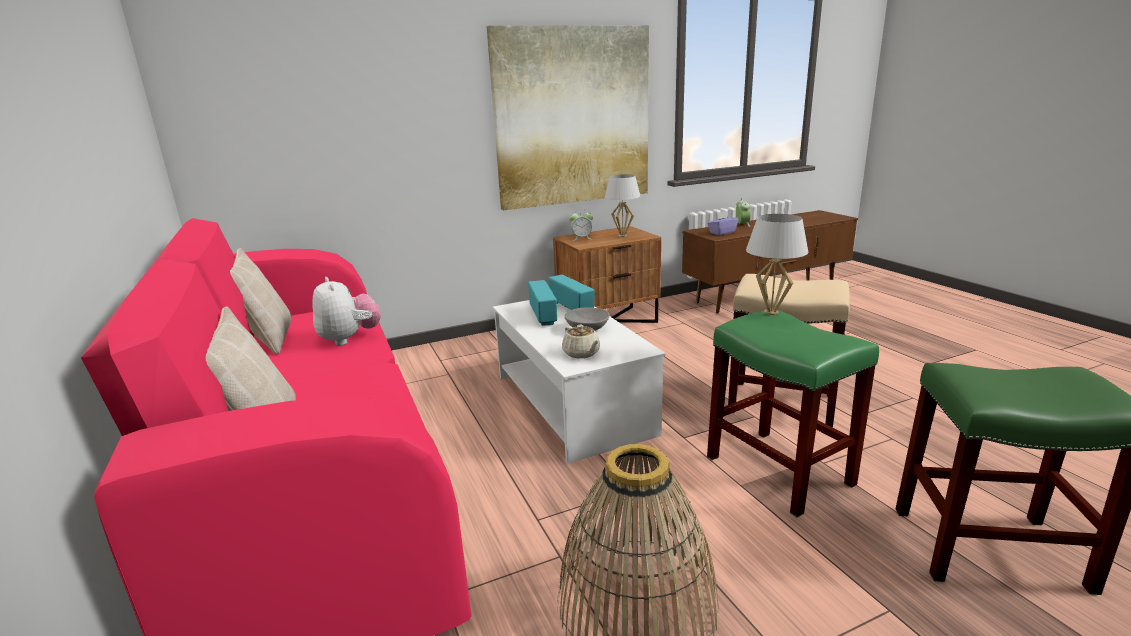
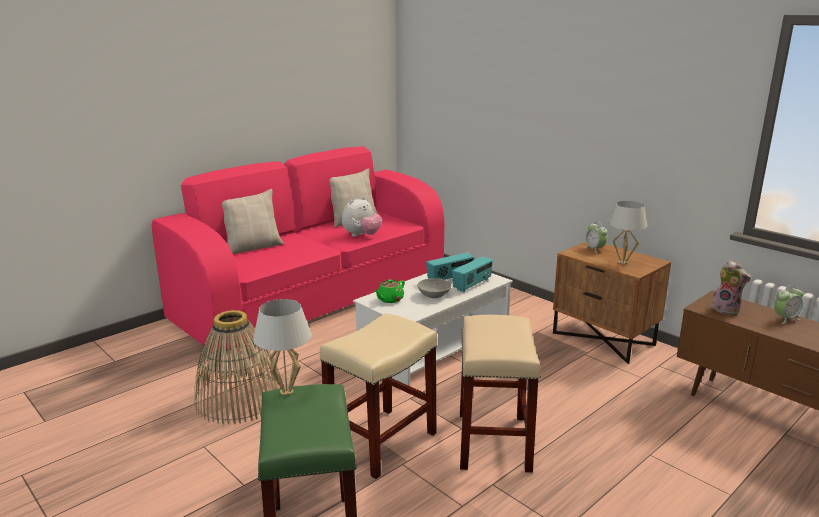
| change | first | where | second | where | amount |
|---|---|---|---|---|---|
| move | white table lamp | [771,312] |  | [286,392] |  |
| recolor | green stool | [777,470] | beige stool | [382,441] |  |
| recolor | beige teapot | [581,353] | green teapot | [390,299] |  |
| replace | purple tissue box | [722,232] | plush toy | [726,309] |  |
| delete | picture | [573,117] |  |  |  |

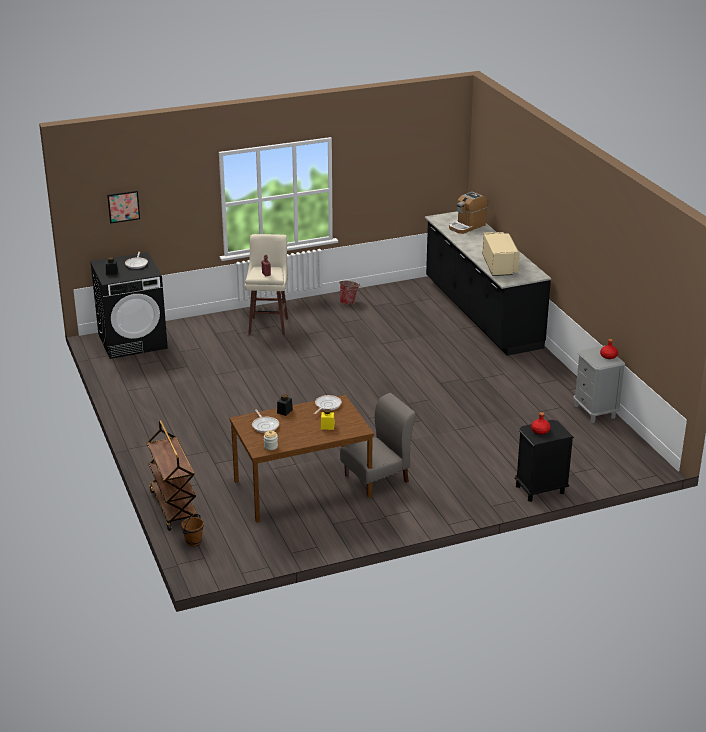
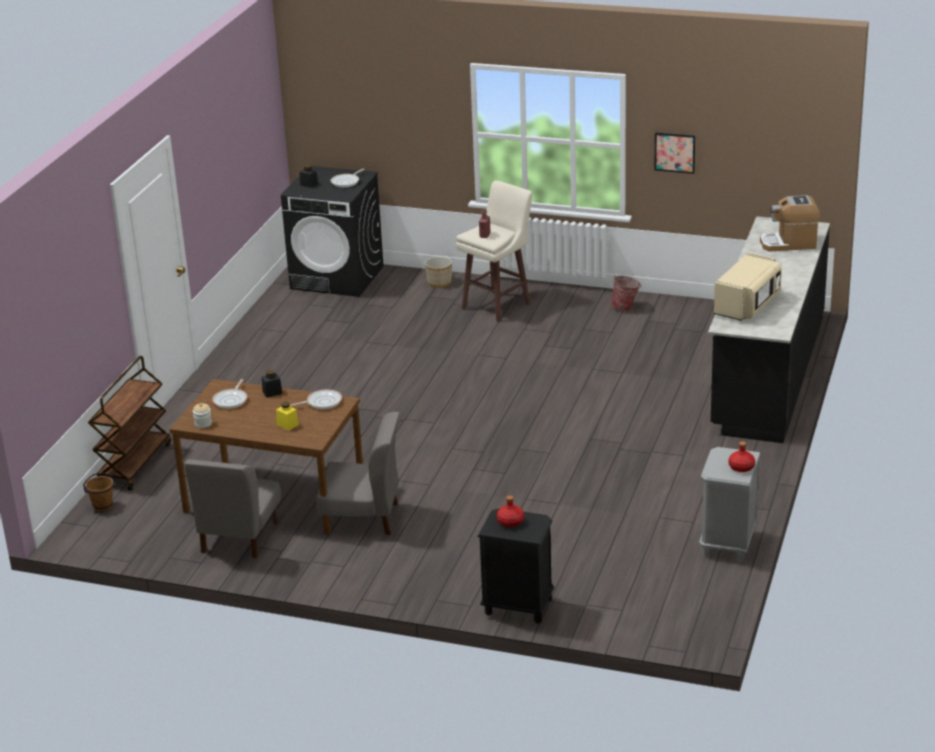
| change | first | where | second | where | amount |
|---|---|---|---|---|---|
| insert |  |  | grey chair | [239,537] |  |
| insert |  |  | planter | [439,283] |  |
| move | picture | [123,206] |  | [674,152] |  |

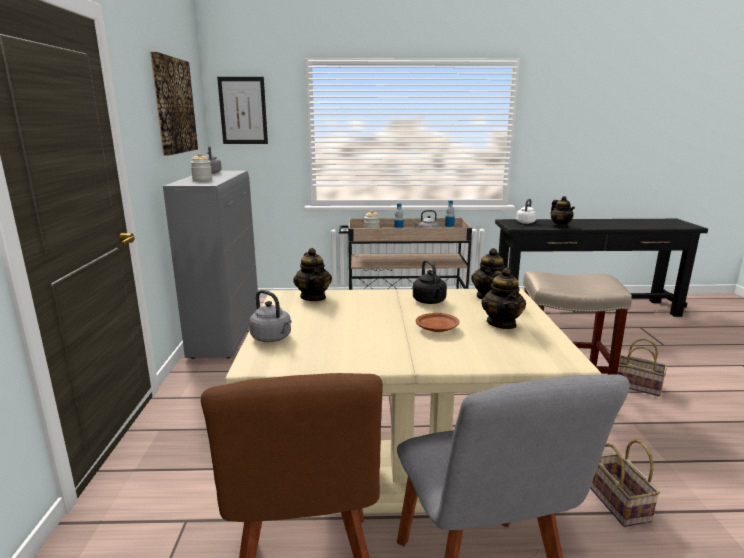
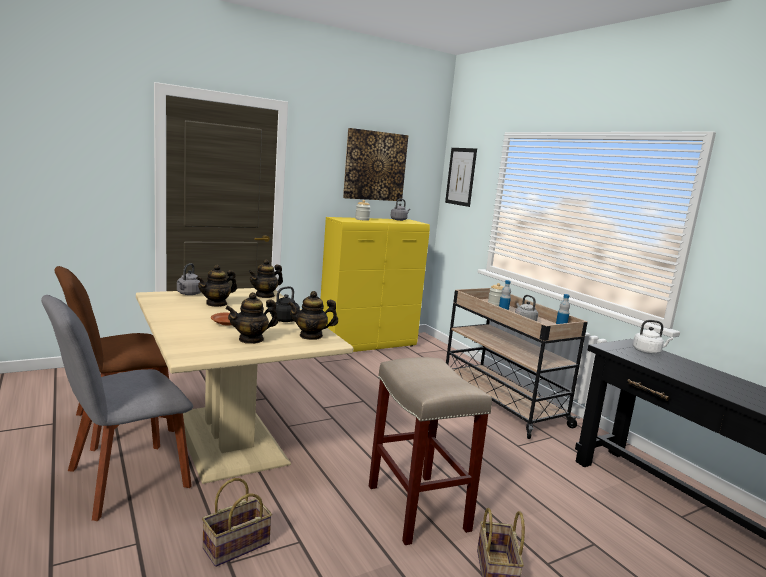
| change | first | where | second | where | amount |
|---|---|---|---|---|---|
| move | teapot | [560,227] |  | [216,304] |  |
| recolor | grey cabinet | [226,332] | yellow cabinet | [368,345] |  |

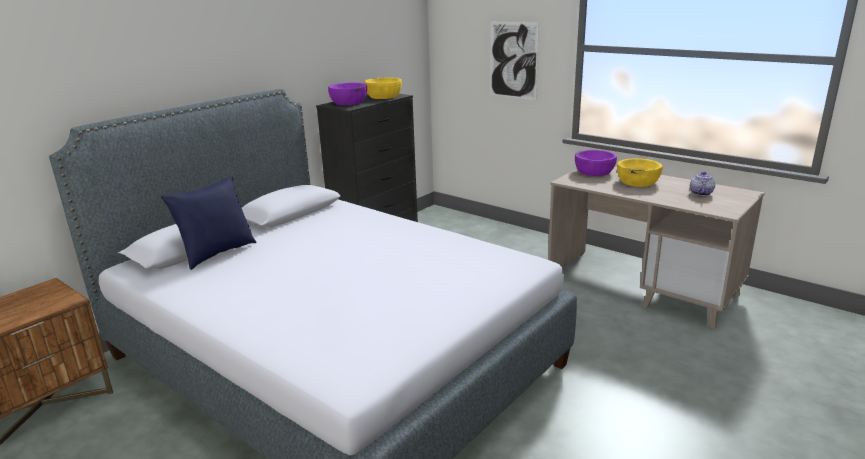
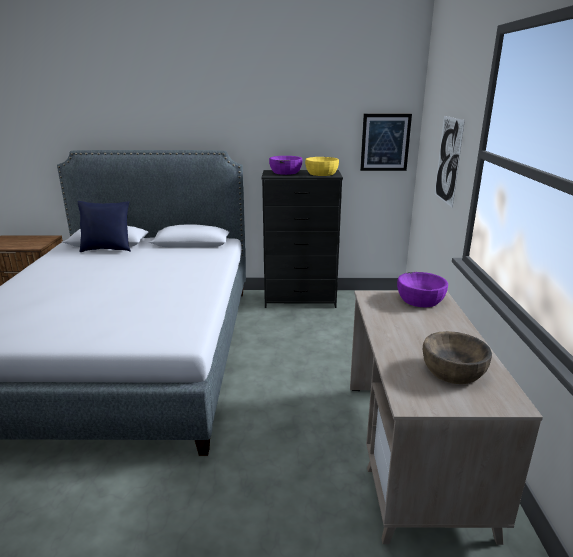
| change | first | where | second | where | amount |
|---|---|---|---|---|---|
| insert |  |  | picture | [385,142] |  |
| replace | teapot | [700,193] | brown bowl | [453,370] |  |
| delete | yellow bowl | [638,182] |  |  |  |

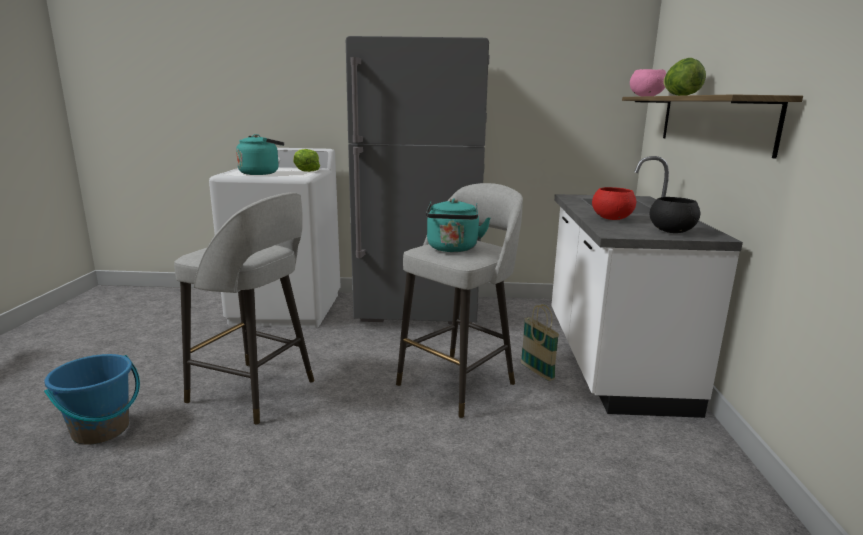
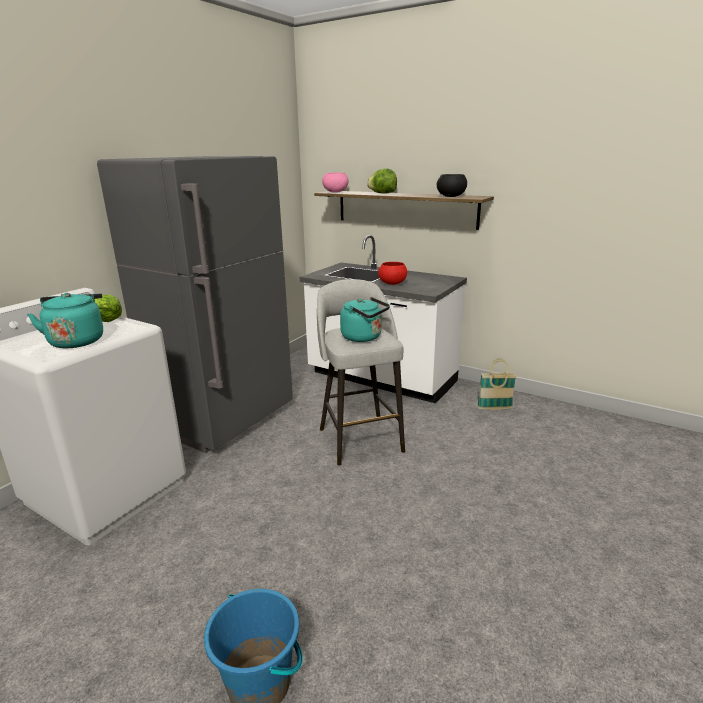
| change | first | where | second | where | amount |
|---|---|---|---|---|---|
| move | black bowl | [671,231] |  | [451,196] |  |
| move | basket | [537,372] |  | [494,408] |  |
| delete | grey stool | [255,392] |  |  |  |

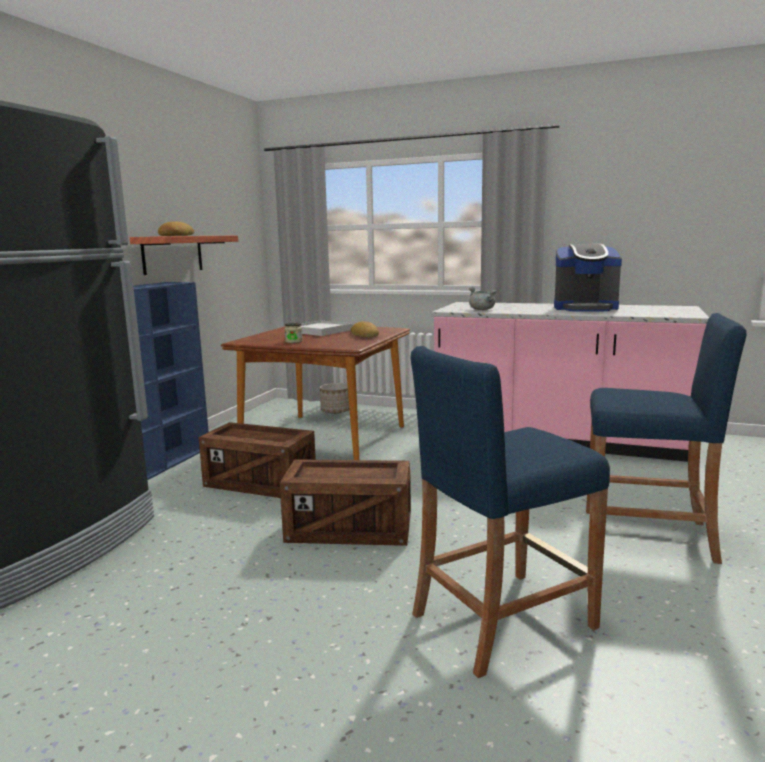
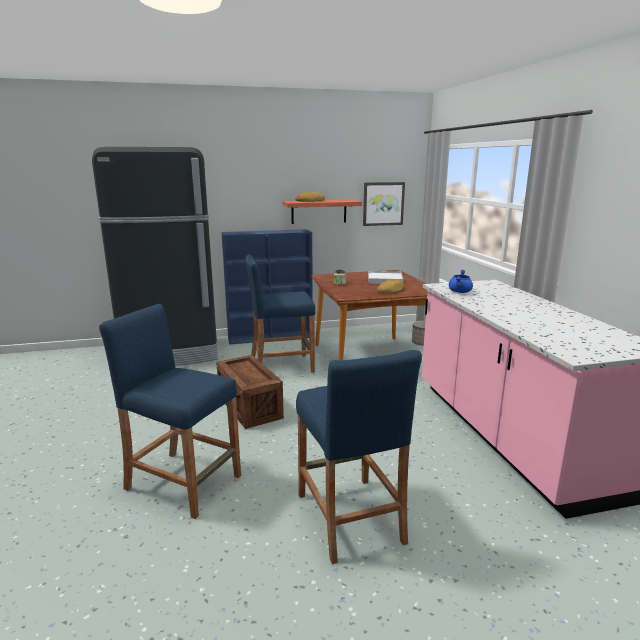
| change | first | where | second | where | amount |
|---|---|---|---|---|---|
| replace | crate | [260,484] | blue stool | [281,366] |  |
| insert |  |  | picture | [383,204] |  |
| recolor | grey cooking pot | [482,309] | blue cooking pot | [460,292] |  |
| delete | coffee machine | [585,308] |  |  |  |

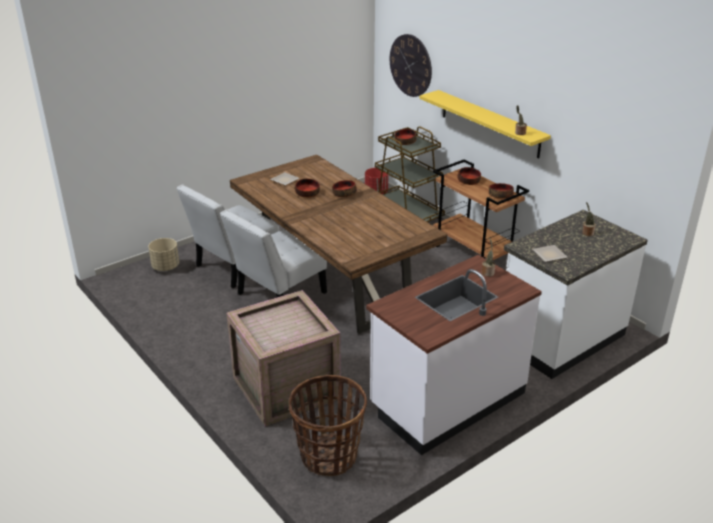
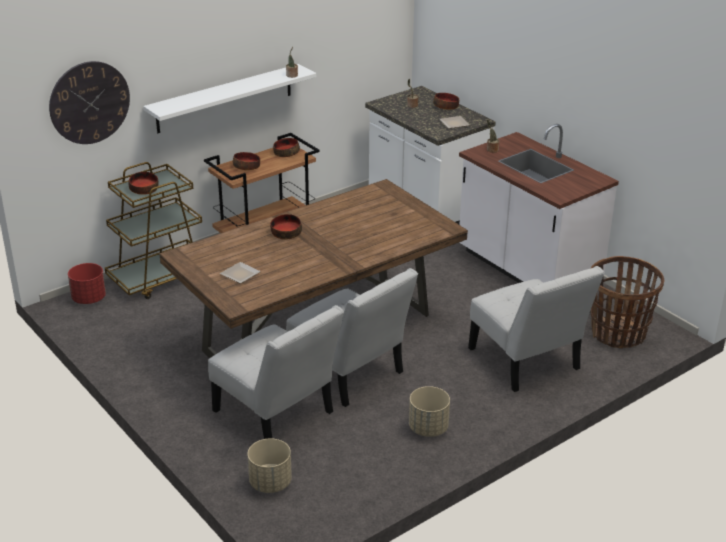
| change | first | where | second | where | amount |
|---|---|---|---|---|---|
| recolor | yellow shelf | [490,123] | white shelf | [225,98] |  |
| insert |  |  | beige planter | [428,428] |  |
| move | bowl | [307,193] |  | [446,107] |  |
| replace | crate | [284,387] | white chair | [527,362] |  |

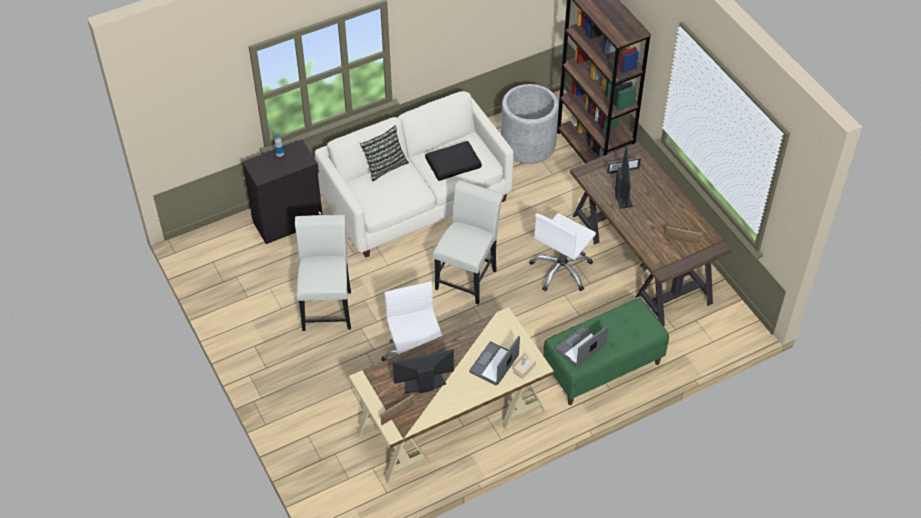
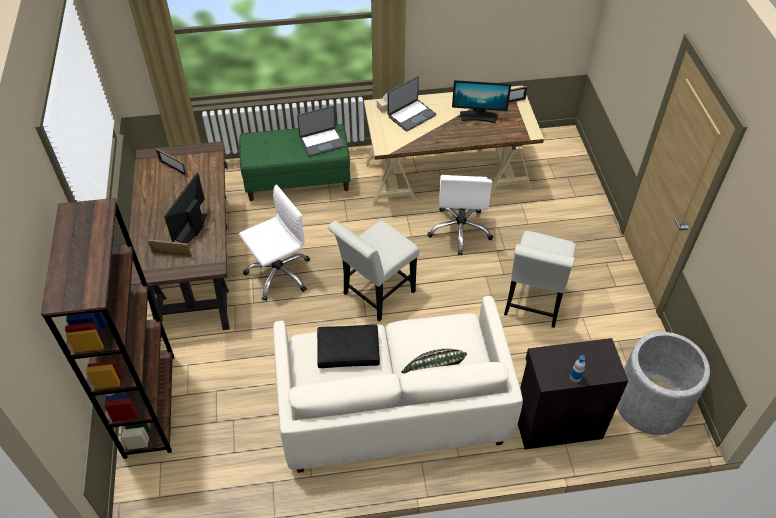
| change | first | where | second | where | amount |
|---|---|---|---|---|---|
| move | grey planter | [528,144] |  | [650,403] |  |

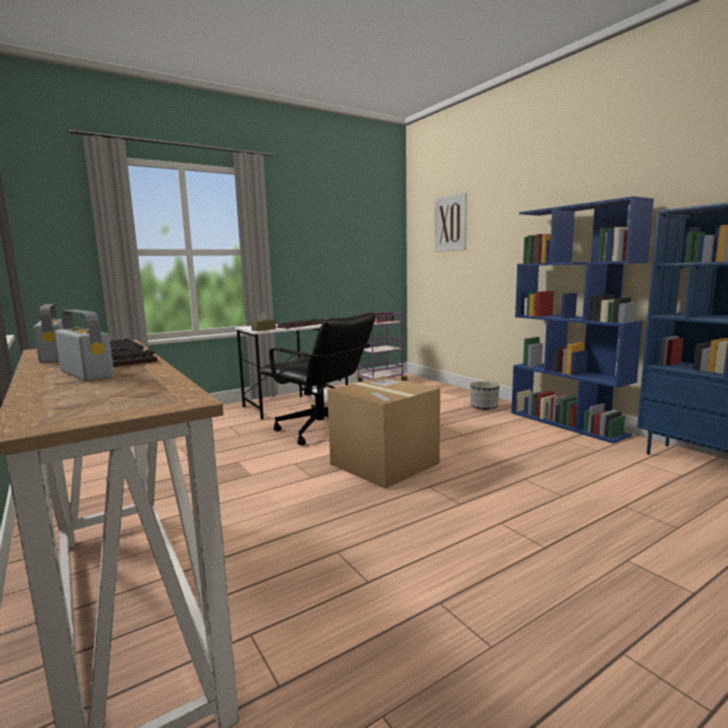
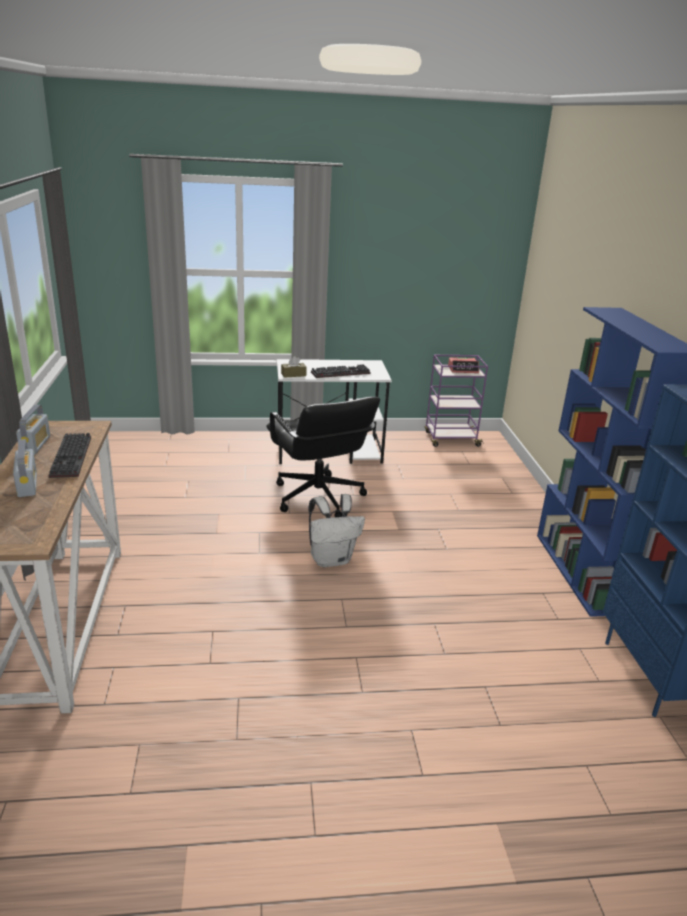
| change | first | where | second | where | amount |
|---|---|---|---|---|---|
| replace | cardboard box | [384,463] | white backpack | [332,559] |  |
| delete | picture | [450,223] |  |  |  |
| delete | planter | [483,407] |  |  |  |

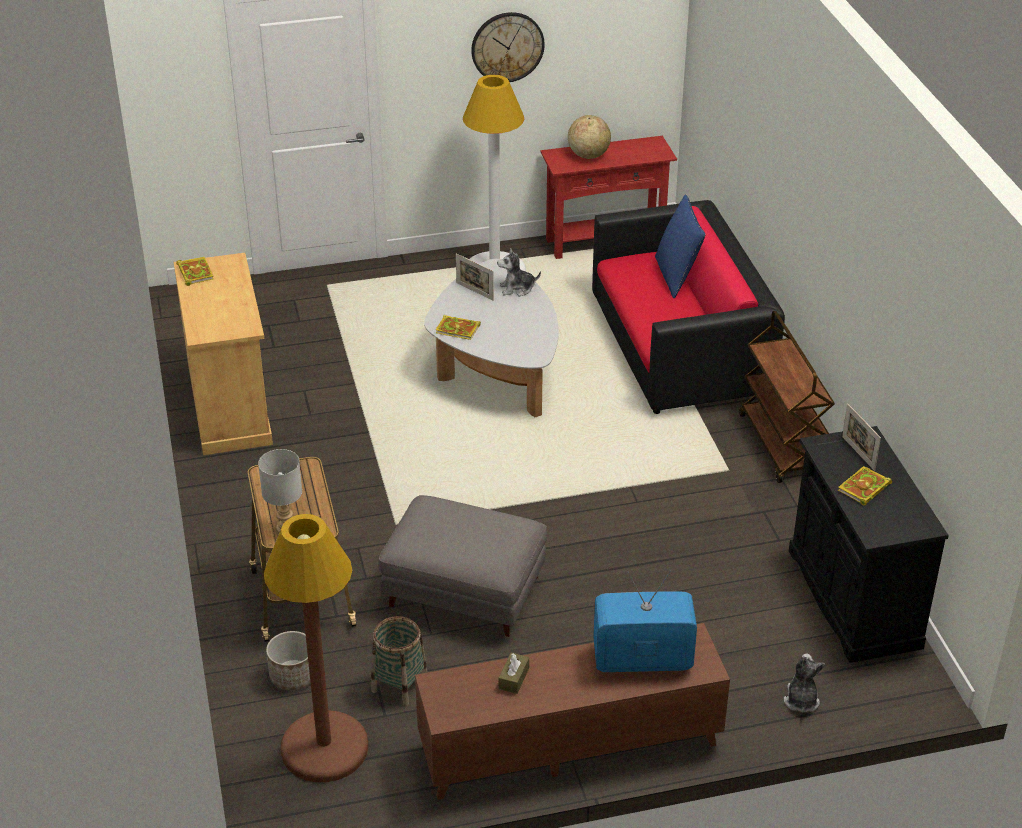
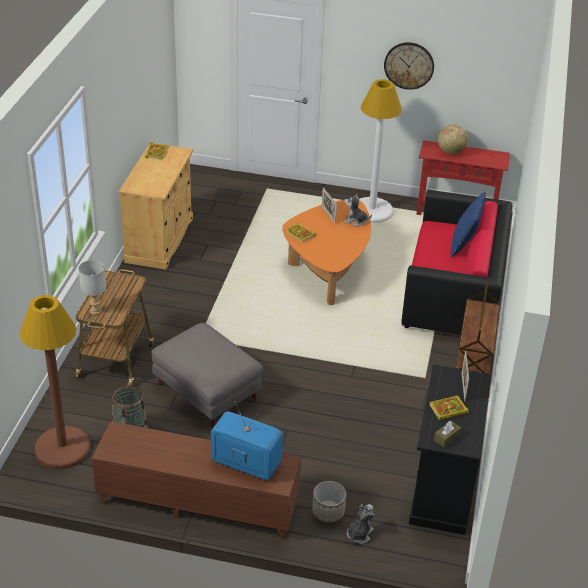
| change | first | where | second | where | amount |
|---|---|---|---|---|---|
| recolor | white coffee table | [496,368] | orange coffee table | [328,268] |  |
| move | planter | [292,675] |  | [328,511] |  |
| move | brown tissue box | [514,678] |  | [446,437] |  |

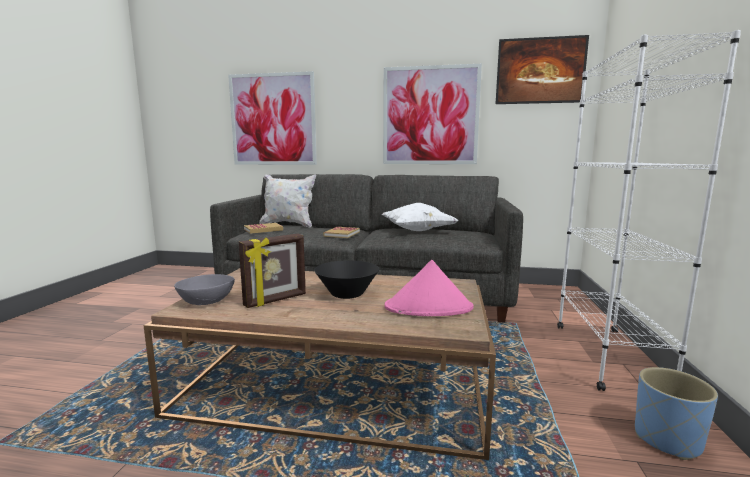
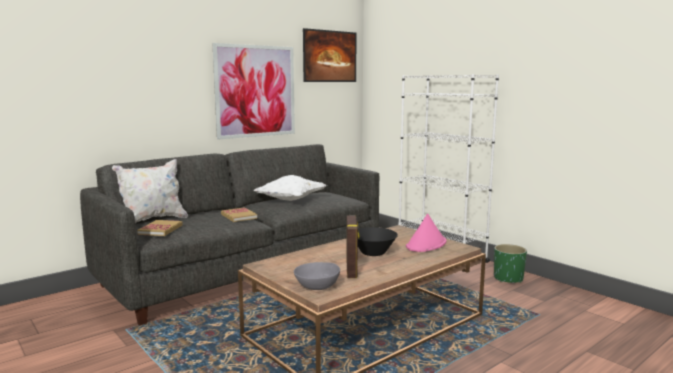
| change | first | where | second | where | amount |
|---|---|---|---|---|---|
| recolor | blue planter | [668,440] | green planter | [508,278] |  |
| delete | picture | [273,120] |  |  |  |

